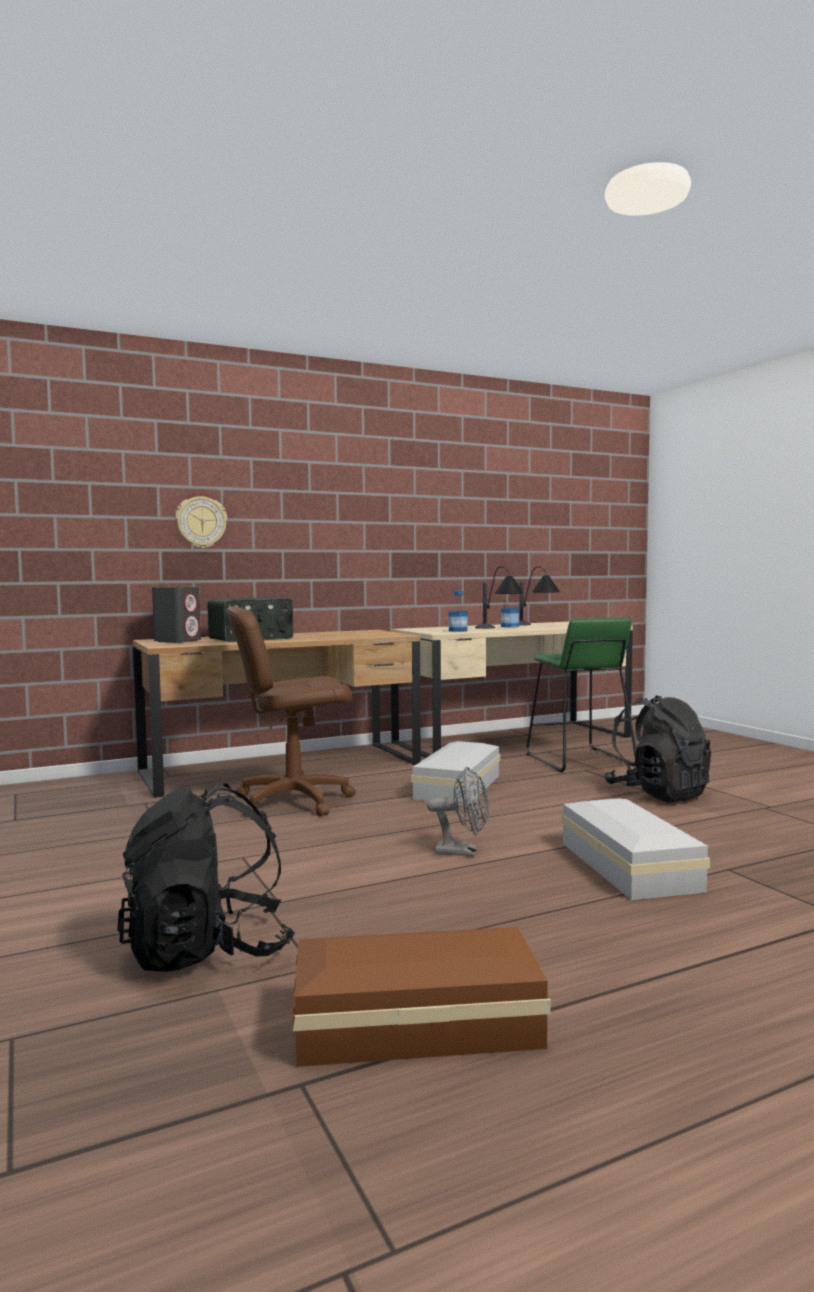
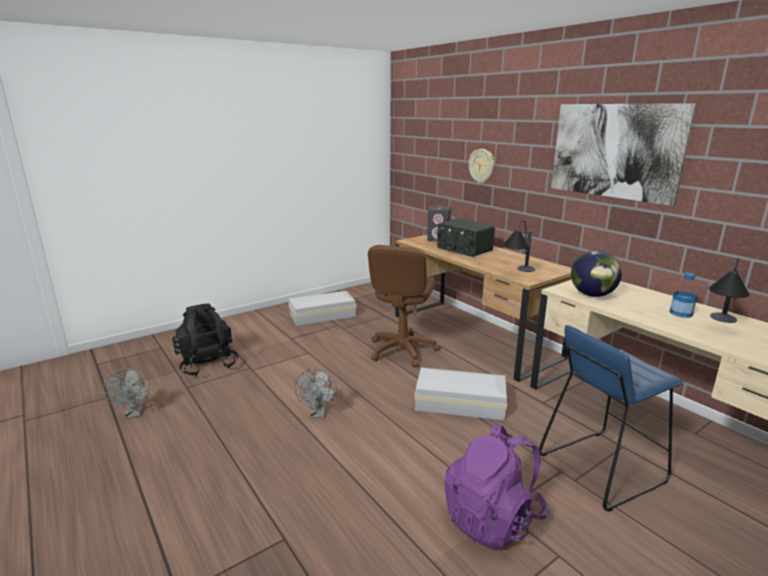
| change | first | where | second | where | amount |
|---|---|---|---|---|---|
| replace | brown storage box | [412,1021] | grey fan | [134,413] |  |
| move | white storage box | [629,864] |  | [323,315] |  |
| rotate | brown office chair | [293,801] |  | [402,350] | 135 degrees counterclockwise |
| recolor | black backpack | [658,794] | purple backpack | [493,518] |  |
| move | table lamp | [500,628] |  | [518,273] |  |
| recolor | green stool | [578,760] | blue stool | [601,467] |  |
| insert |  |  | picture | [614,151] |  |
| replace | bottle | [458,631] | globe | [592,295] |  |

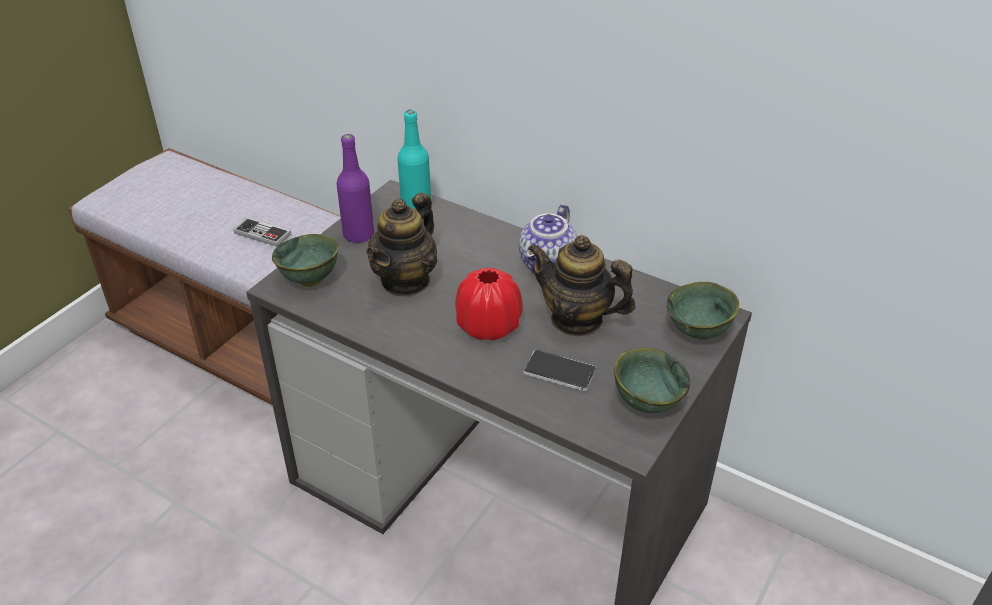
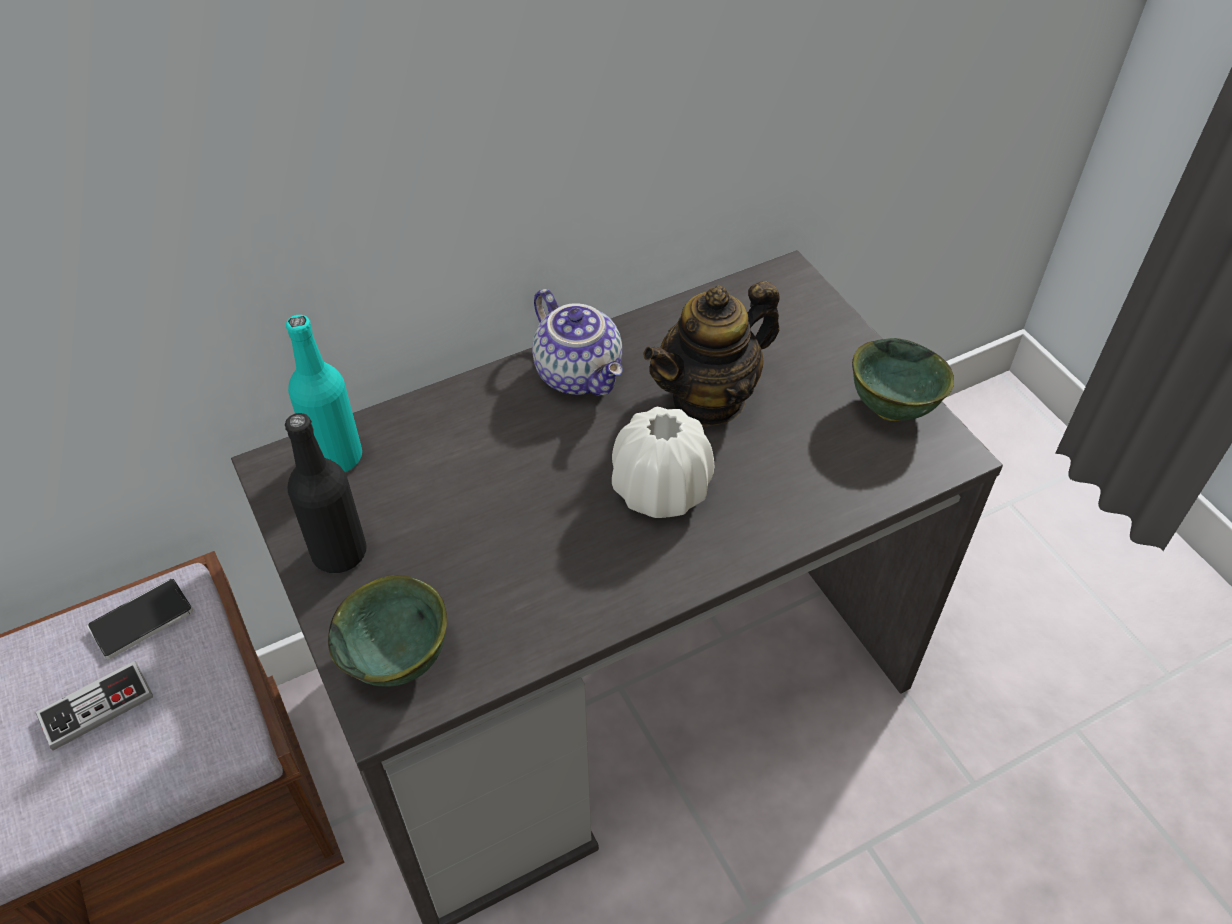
| change | first | where | second | where | amount |
|---|---|---|---|---|---|
| move | phone | [559,372] |  | [142,620] |  |
| recolor | purple bottle | [358,235] | black bottle | [339,553] |  |
| recolor | red vase | [488,326] | white vase | [661,490] |  |
| delete | teapot | [406,280] |  |  |  |
| delete | green bowl | [699,333] |  |  |  |

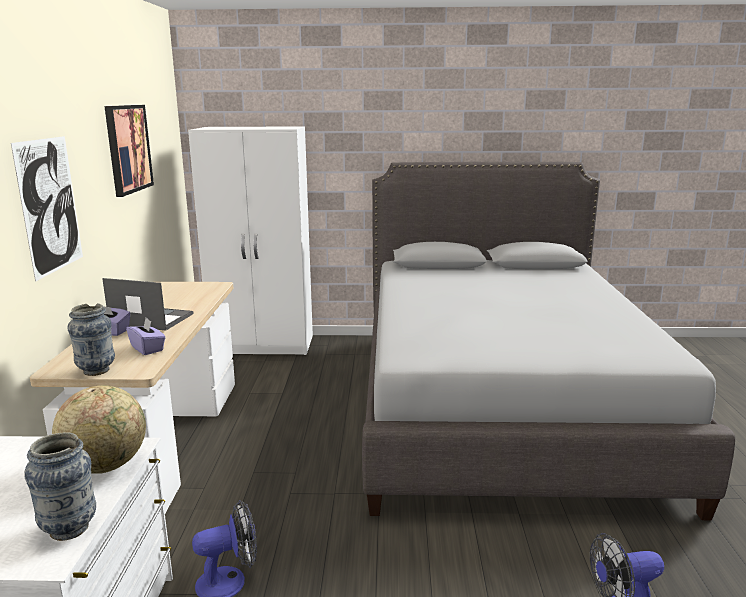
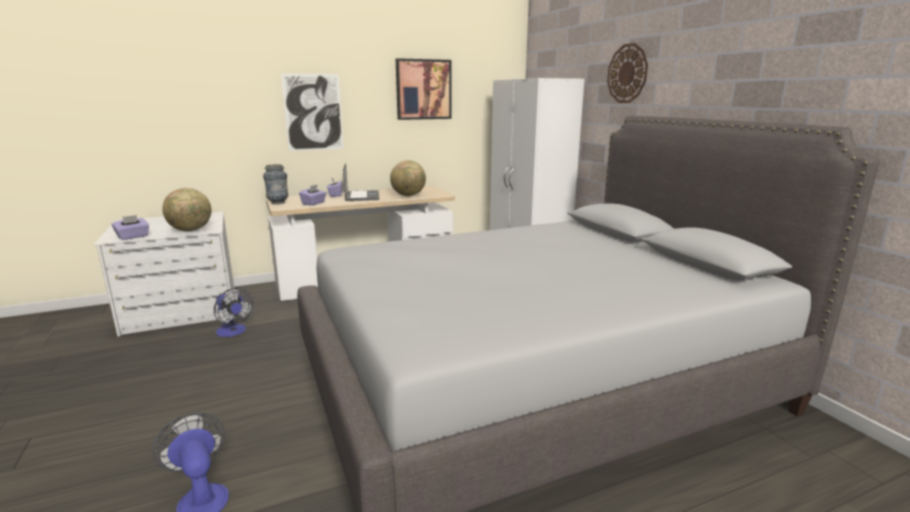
| change | first | where | second | where | amount |
|---|---|---|---|---|---|
| replace | vase | [69,529] | purple tissue box | [133,237] |  |
| insert |  |  | globe | [408,195] |  |
| insert |  |  | wall clock | [627,73] |  |

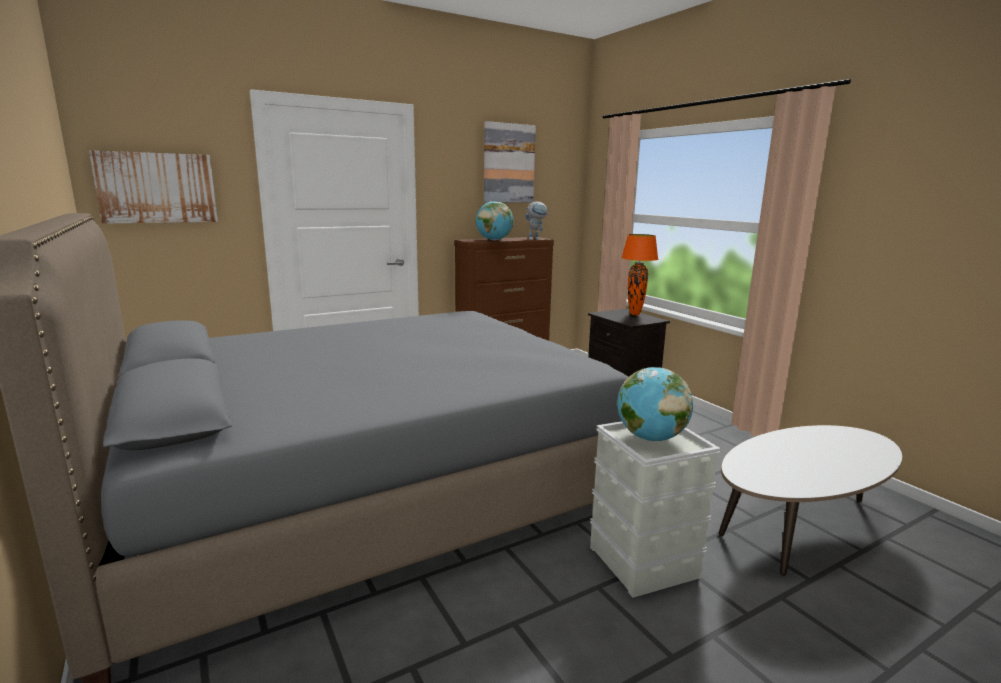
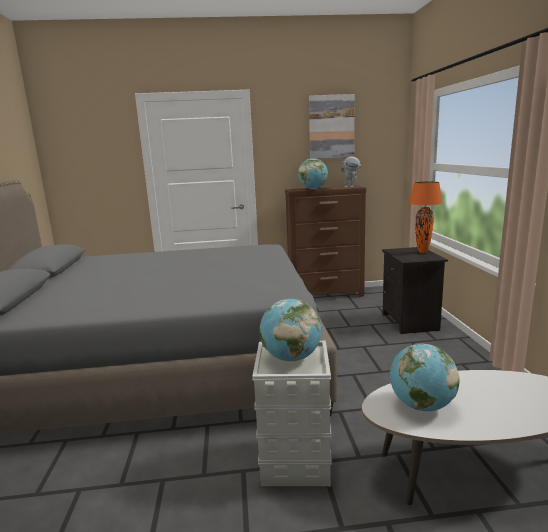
| change | first | where | second | where | amount |
|---|---|---|---|---|---|
| insert |  |  | globe | [421,406] |  |
| delete | picture | [157,188] |  |  |  |

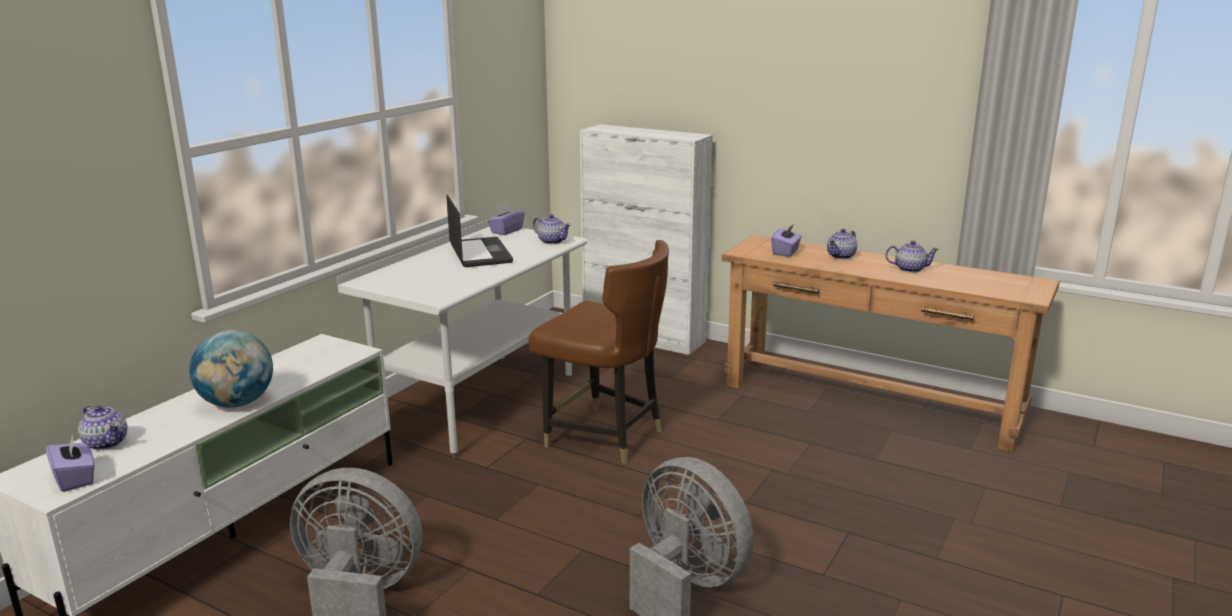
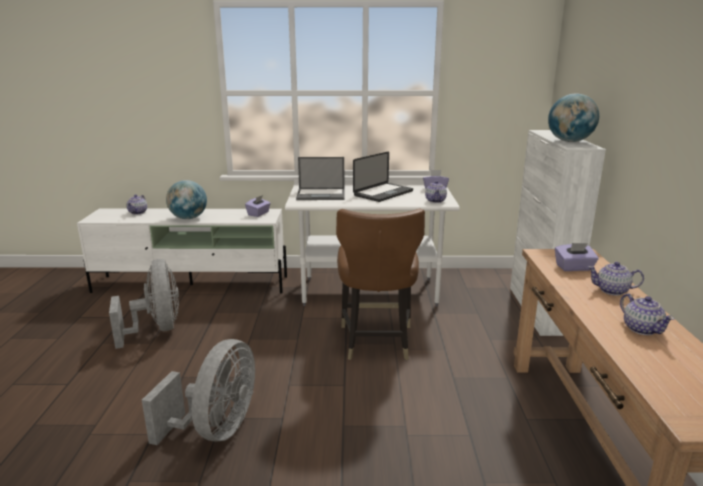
| change | first | where | second | where | amount |
|---|---|---|---|---|---|
| move | purple tissue box | [75,478] |  | [258,213] |  |
| insert |  |  | laptop | [321,194] |  |
| insert |  |  | globe | [569,141] |  |

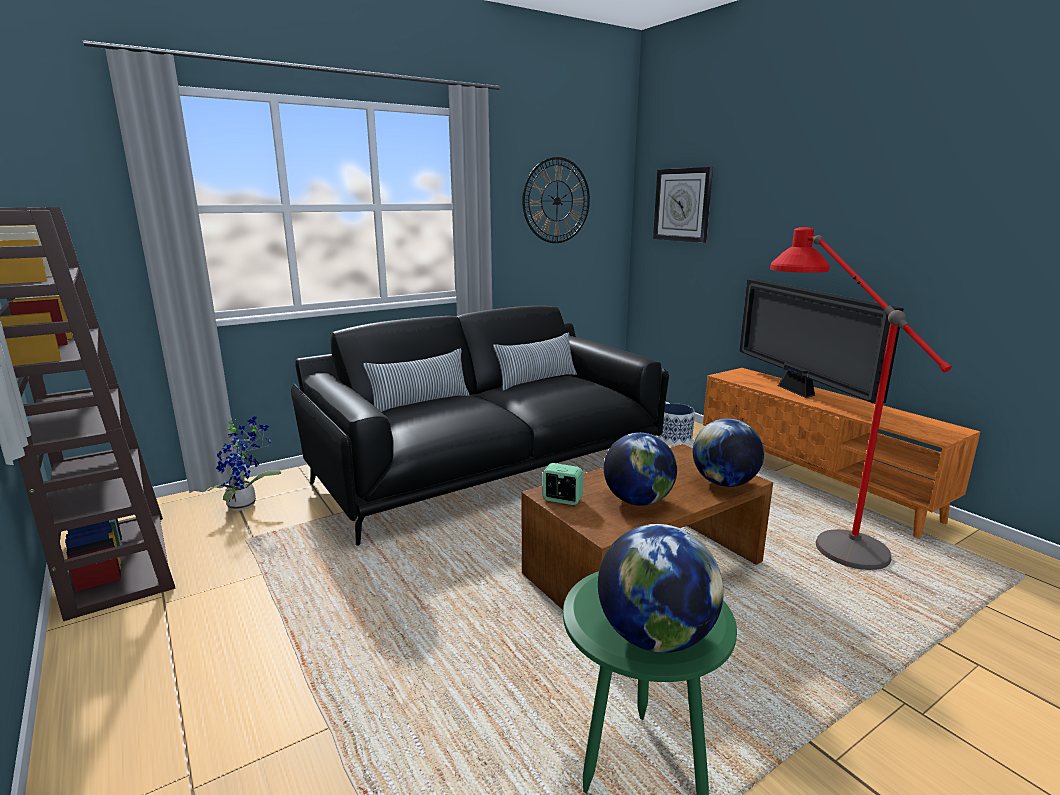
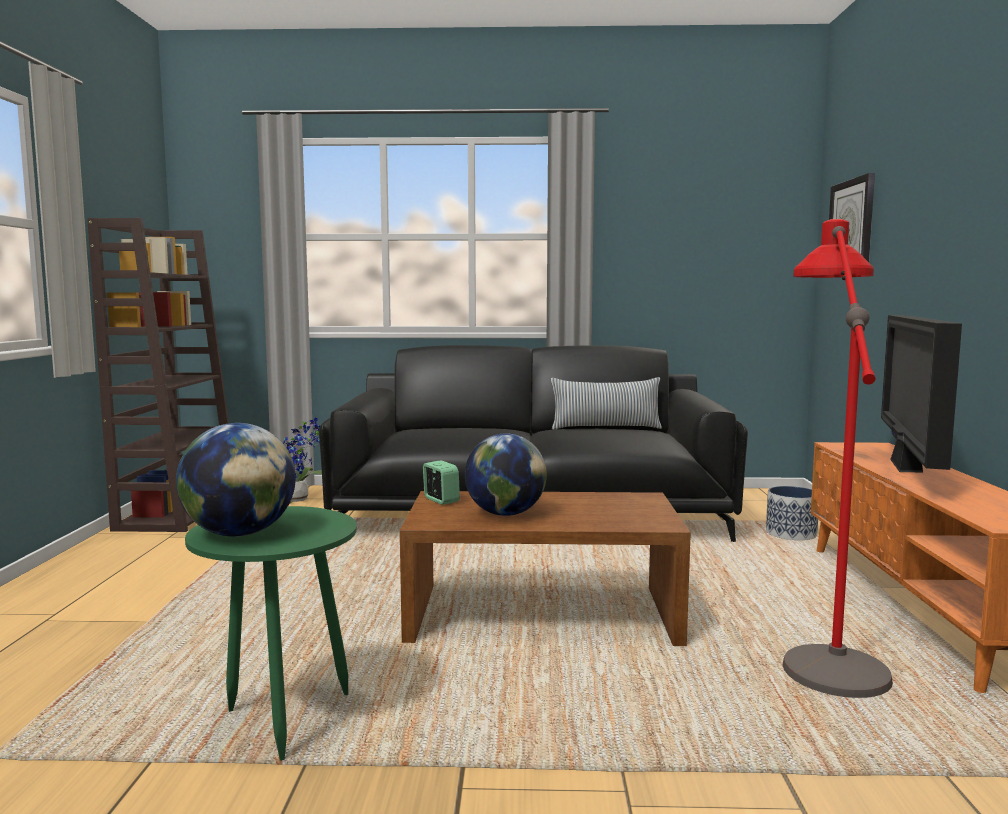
| change | first | where | second | where | amount |
|---|---|---|---|---|---|
| delete | pillow | [420,402] |  |  |  |
| delete | wall clock | [556,201] |  |  |  |
| delete | globe | [724,483] |  |  |  |

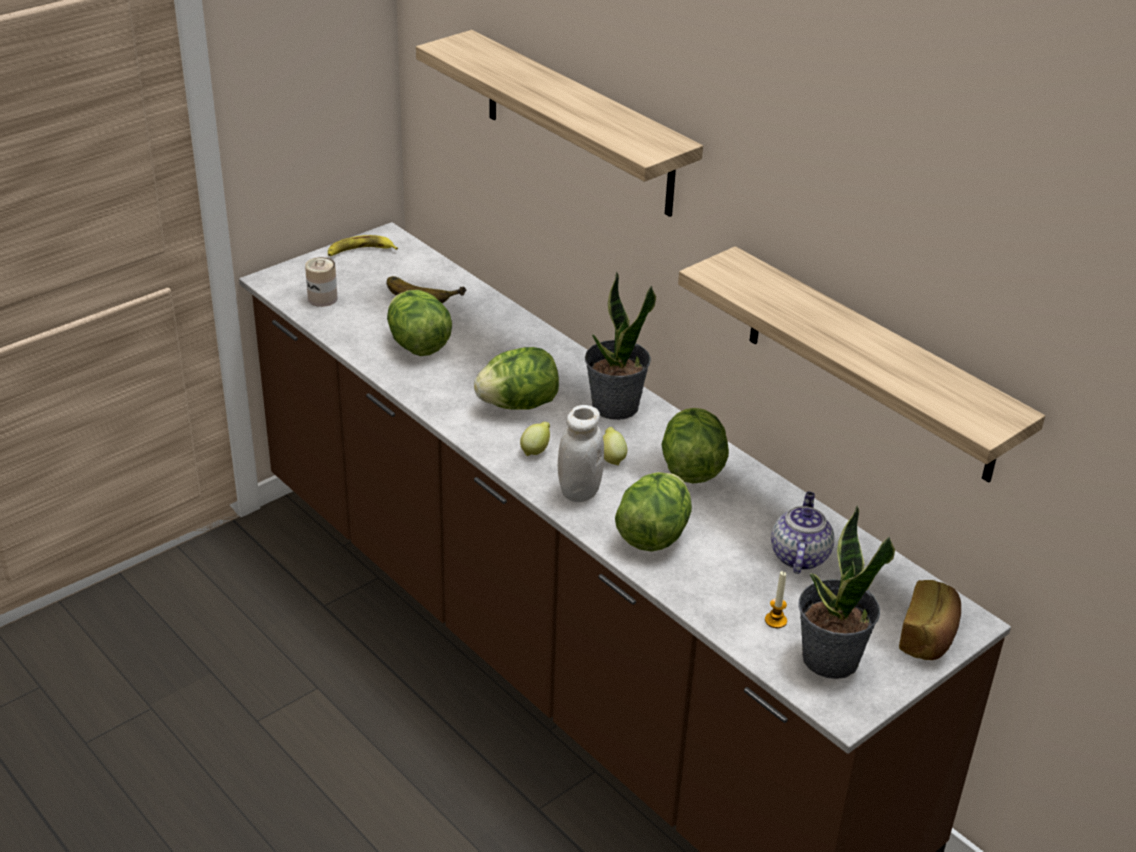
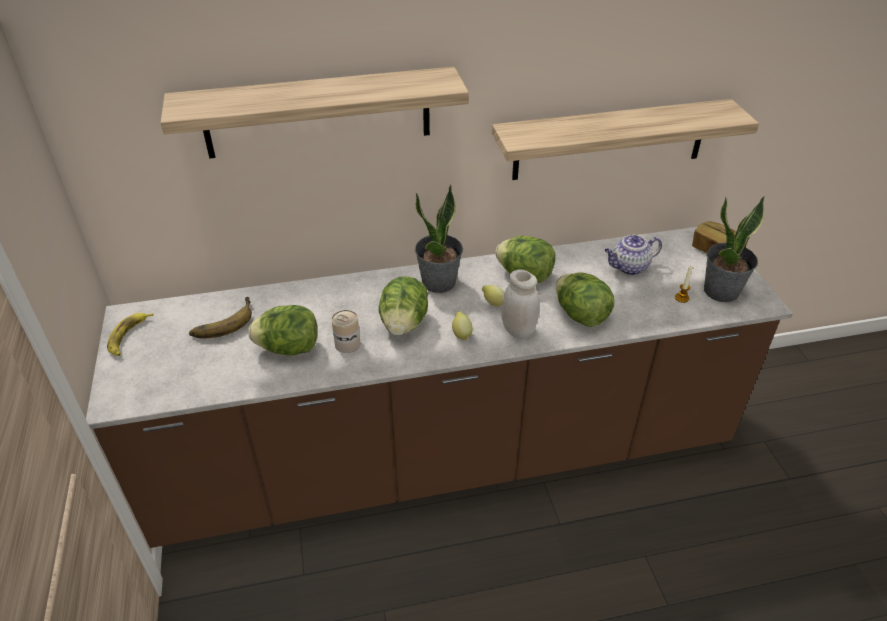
| change | first | where | second | where | amount |
|---|---|---|---|---|---|
| move | can | [322,298] |  | [347,344] |  |
| rotate | teapot | [799,555] |  | [629,267] | 60 degrees counterclockwise |

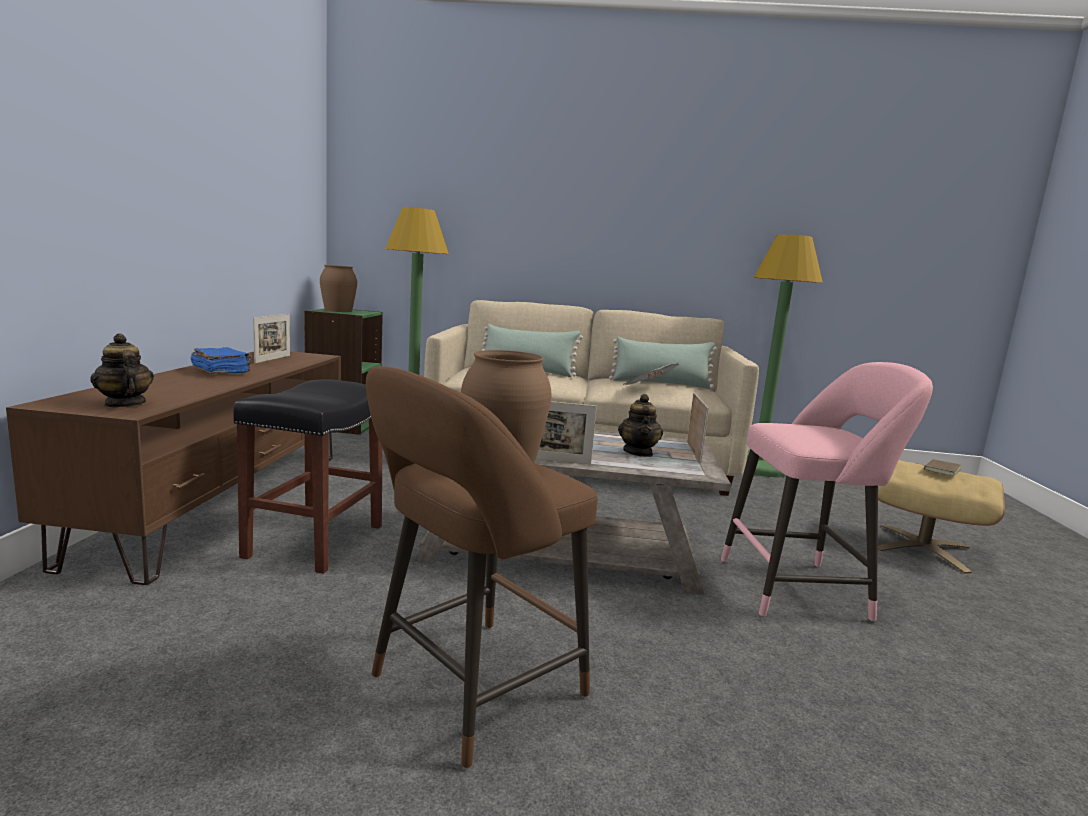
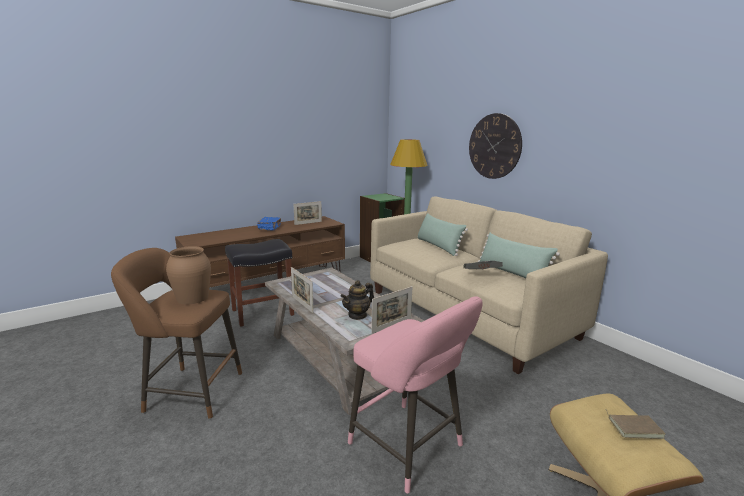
| change | first | where | second | where | amount |
|---|---|---|---|---|---|
| insert |  |  | wall clock | [494,146] |  |
| delete | teapot | [124,404] |  |  |  |
| delete | brown vase | [338,310] |  |  |  |
| delete | green floor lamp | [758,466] |  |  |  |

